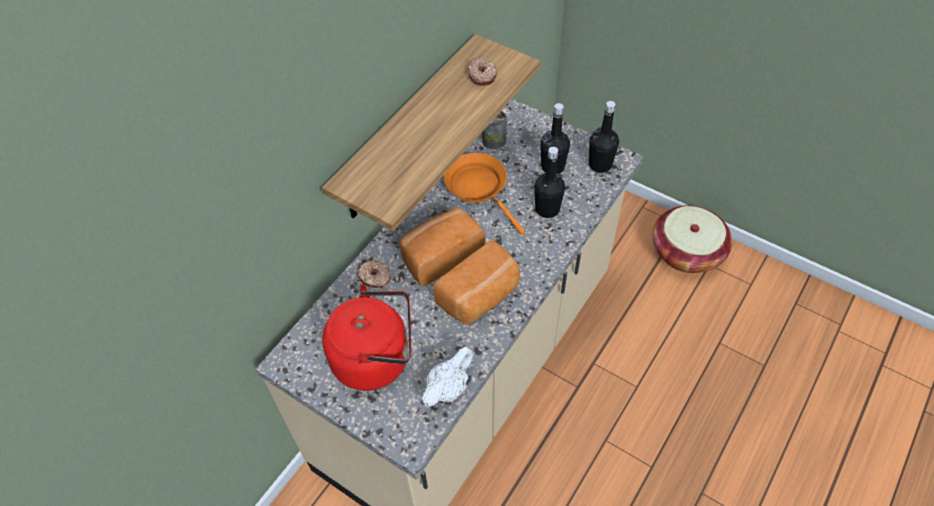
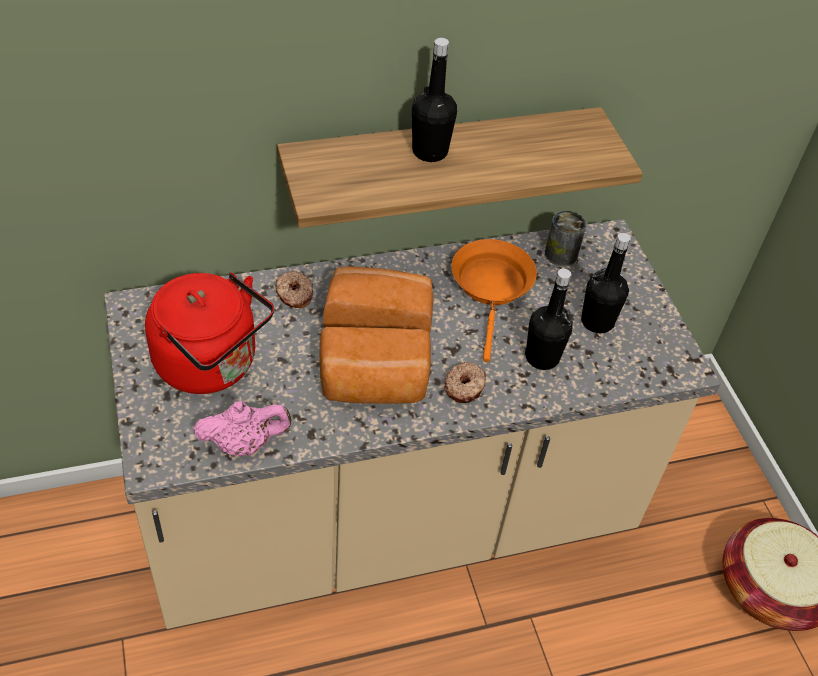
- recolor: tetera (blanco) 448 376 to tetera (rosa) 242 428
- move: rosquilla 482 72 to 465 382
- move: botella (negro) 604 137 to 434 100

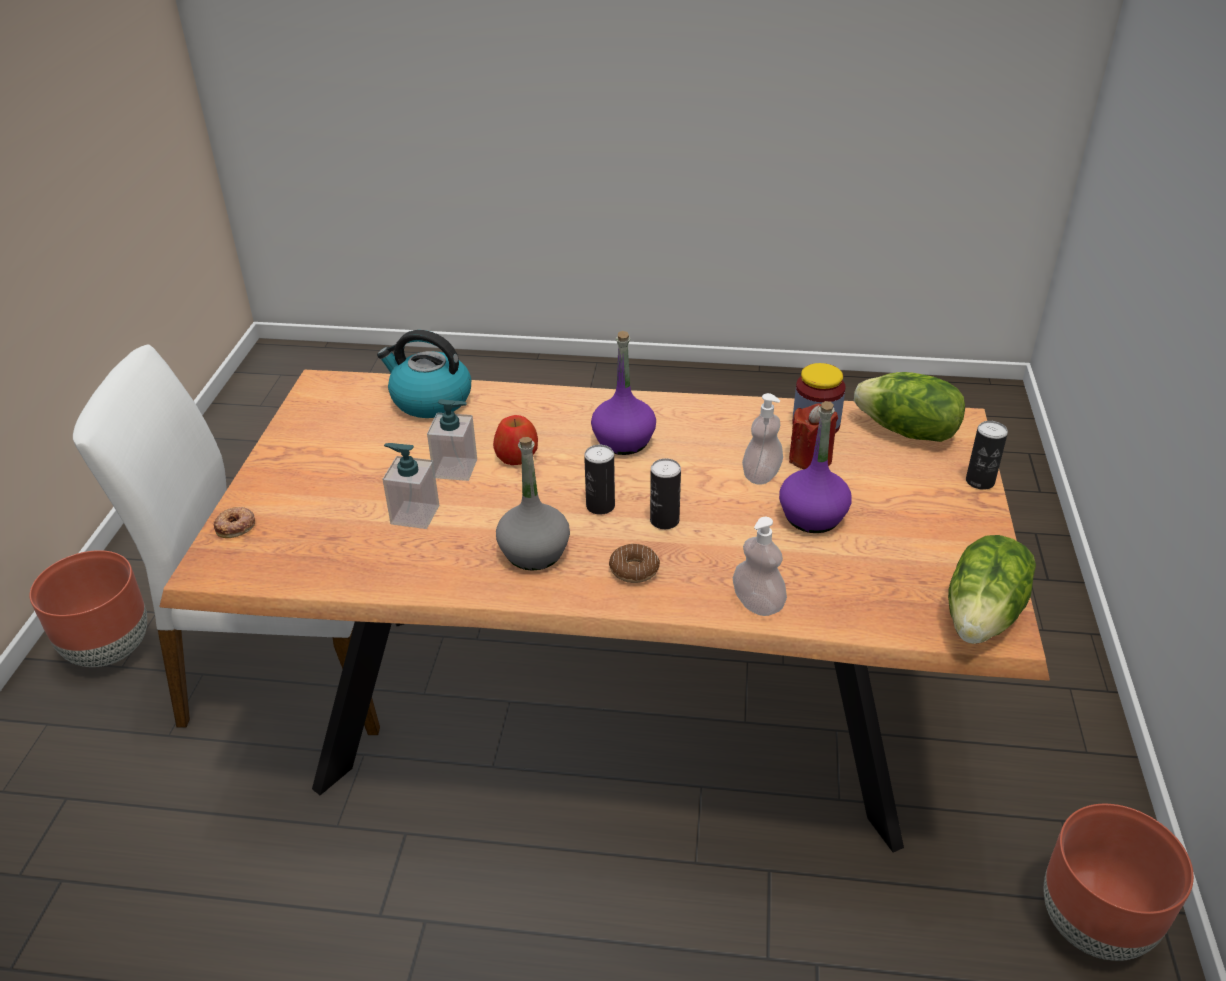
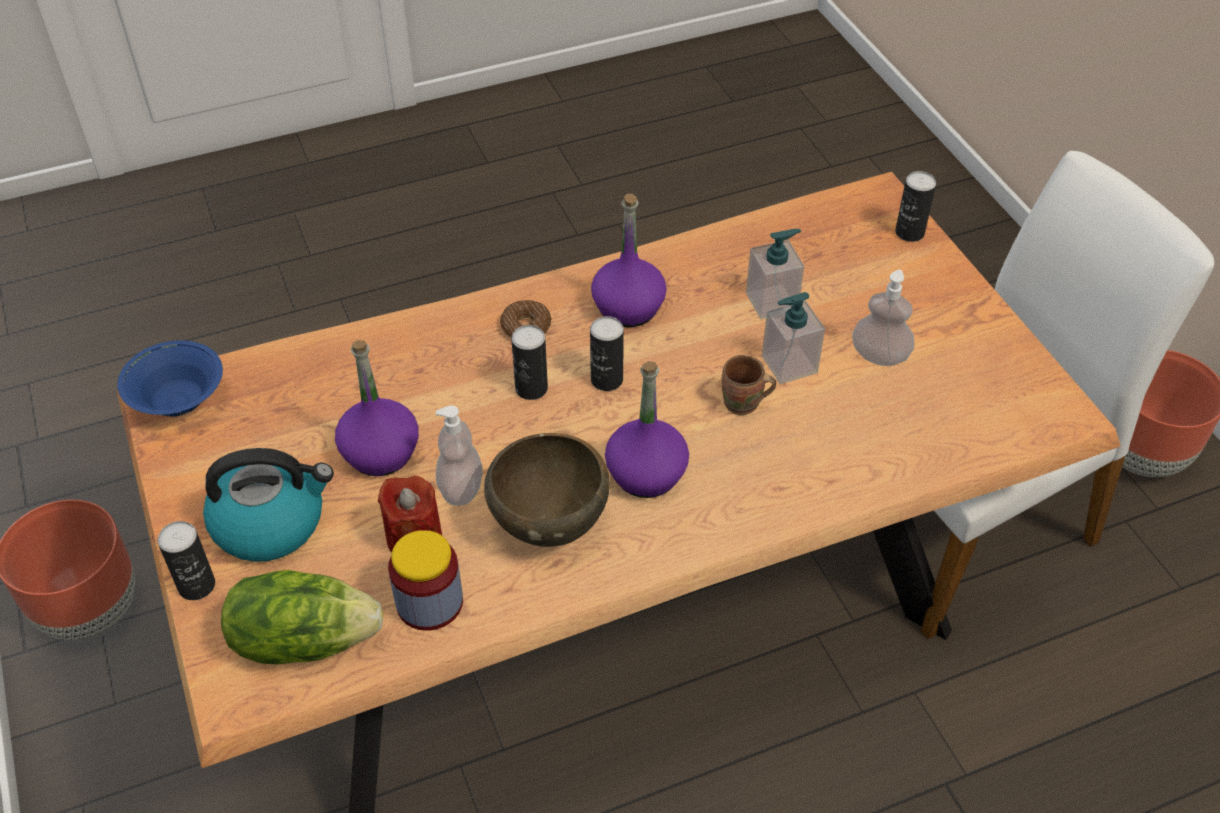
- replace: rosquilla 234 522 to lata 915 206
- move: hervidor 424 374 to 268 505
- replace: manzana 515 440 to taza grande (marrón) 748 385
- recolor: botella (gris) 533 504 to botella (morado) 629 260
- move: dispensador de jabón 760 566 to 883 317
- replace: lechuga 992 589 to cuenco (azul) 170 378
- insert: cuenco (marrón) 547 490

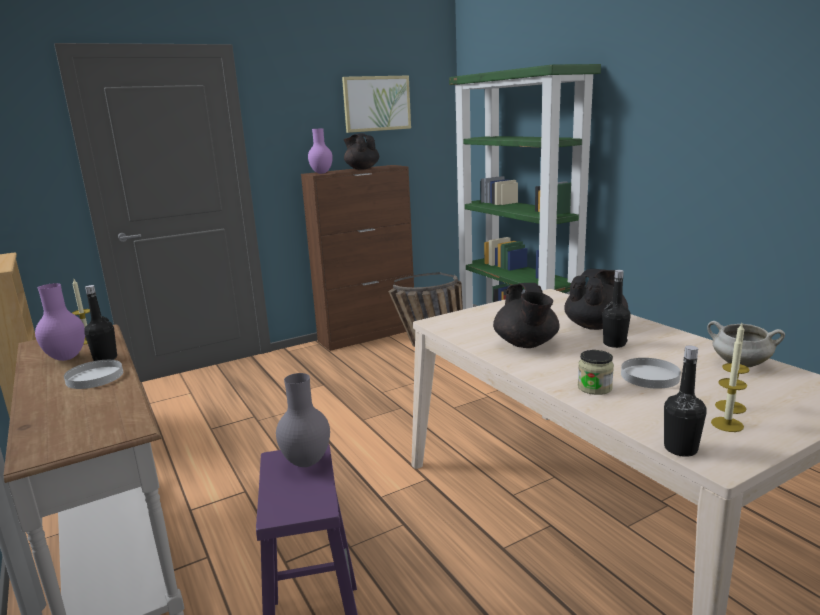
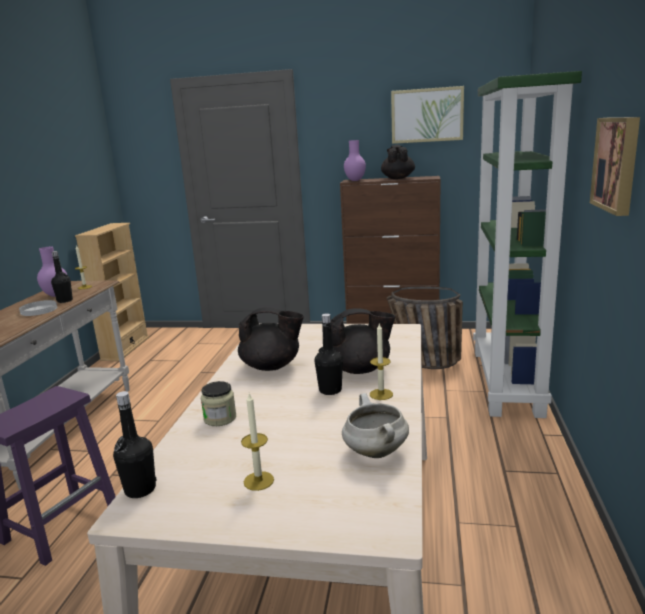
- delete: florero (gris) 303 420
- rotate: tetera (negro) 526 315 = 271 339 120 degrees counterclockwise
- delete: plato (blanco) 651 373
- move: vela 729 384 to 381 361
- insert: cuadro 615 166

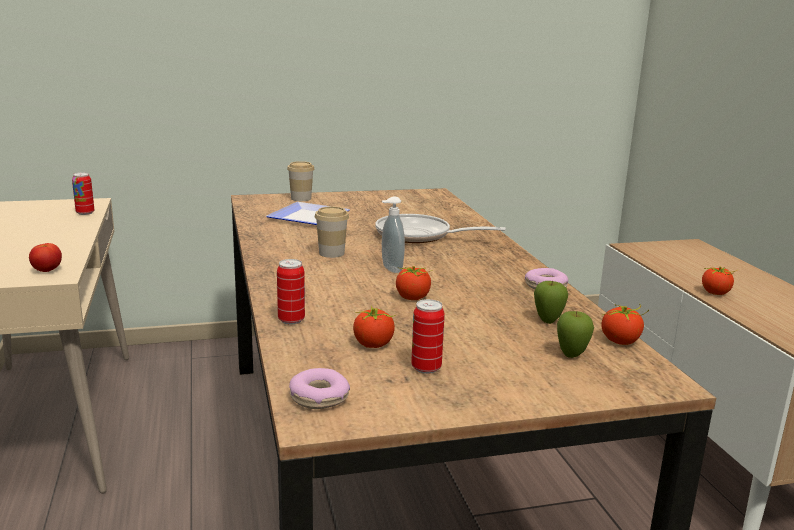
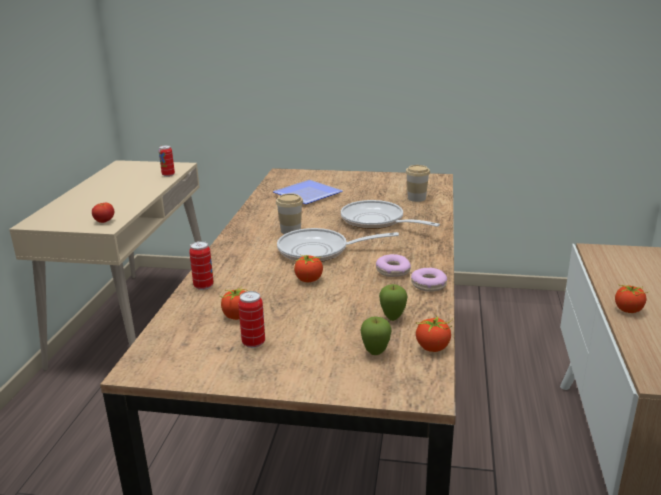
- move: taza 300 181 to 417 183
- move: rosquilla 319 388 to 393 265
- replace: dispensador de jabón 393 234 to sartén 338 245

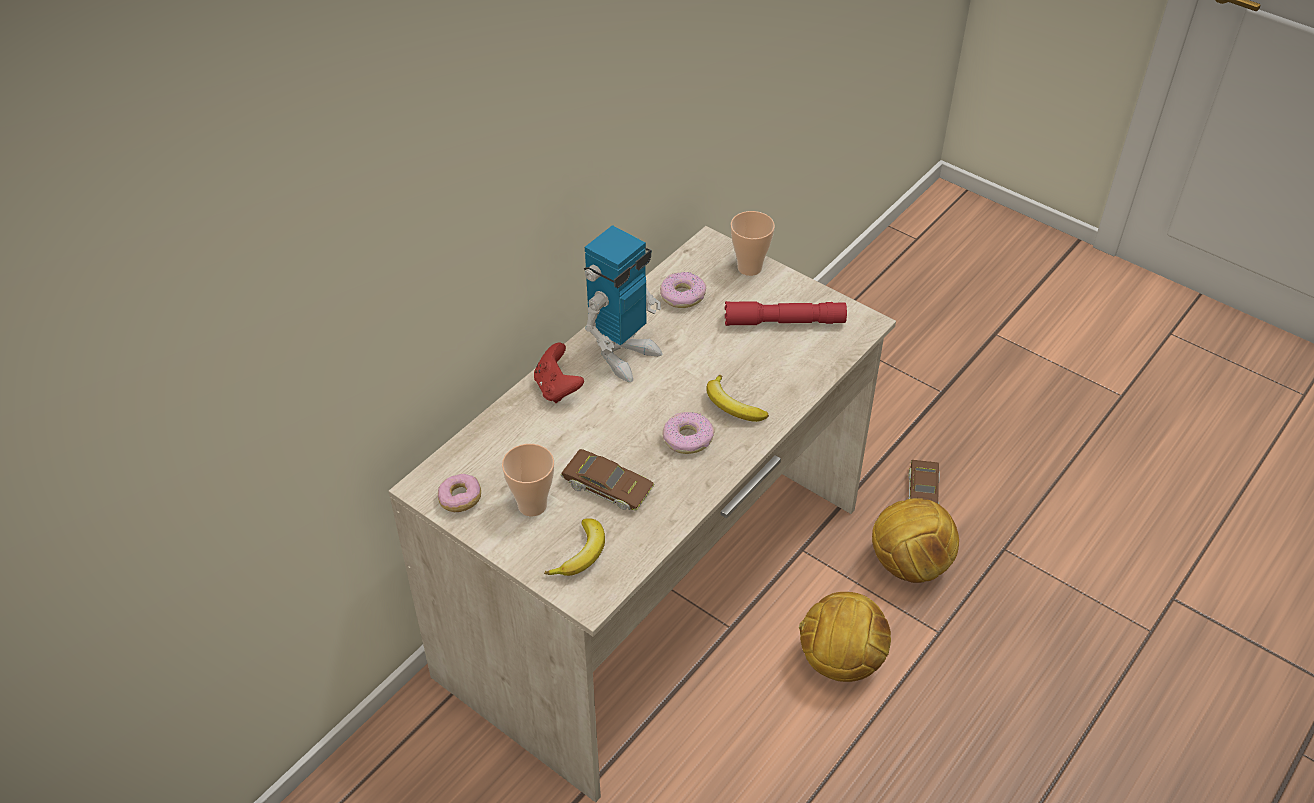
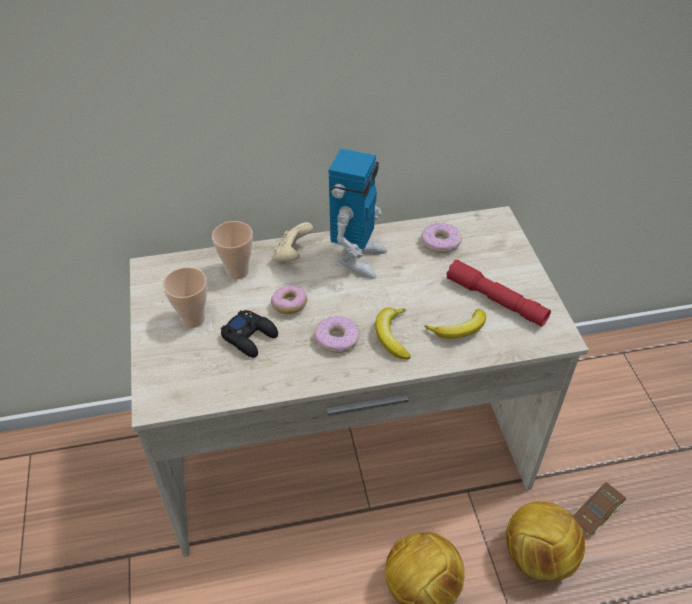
- move: rosquilla 459 493 to 289 300
- recolor: mando de consola (rojo) 559 373 to mando de consola (beis) 293 243
- move: plátano 574 547 to 455 324
- replace: coche de juguete (marrón) 608 479 to mando de consola (negro) 249 334
- rotate: robot de juguete 623 303 = 357 213 60 degrees counterclockwise
- move: taza 753 243 to 232 250

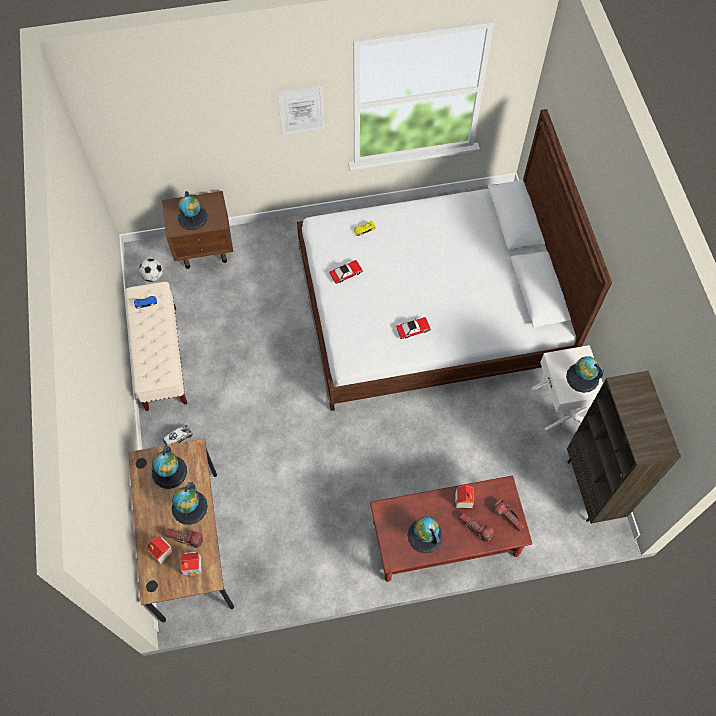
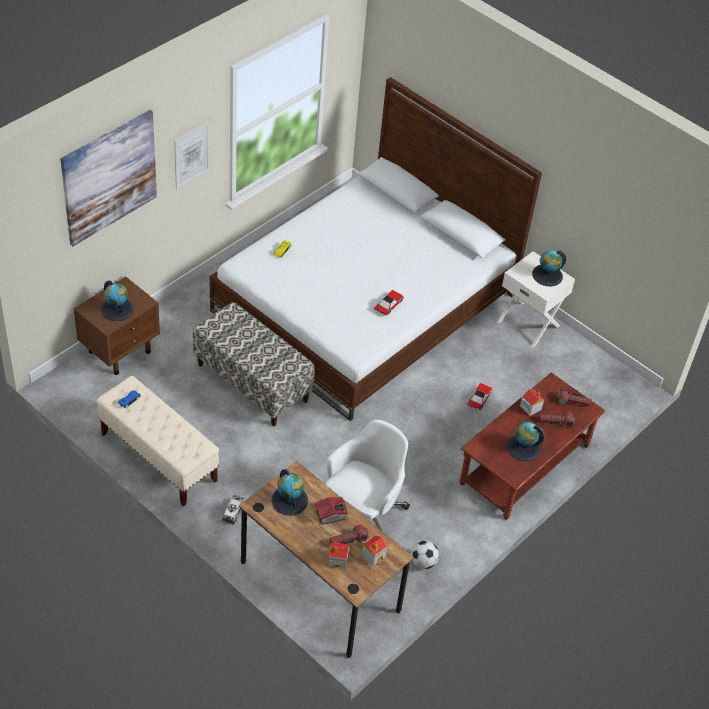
- move: balón de fútbol 151 270 to 425 554
- replace: globo terráqueo 189 503 to casita 331 511
- move: coche de juguete 346 272 to 480 397
- delete: estantería (marrón) 624 447
- insert: cuadro 108 178
- insert: banco 254 364
- insert: silla de oficina (blanco) 367 475

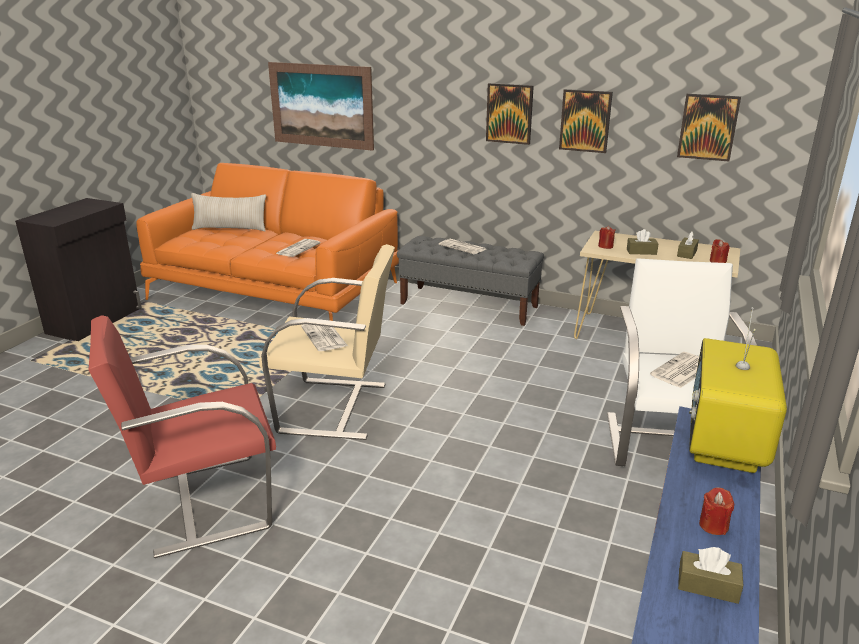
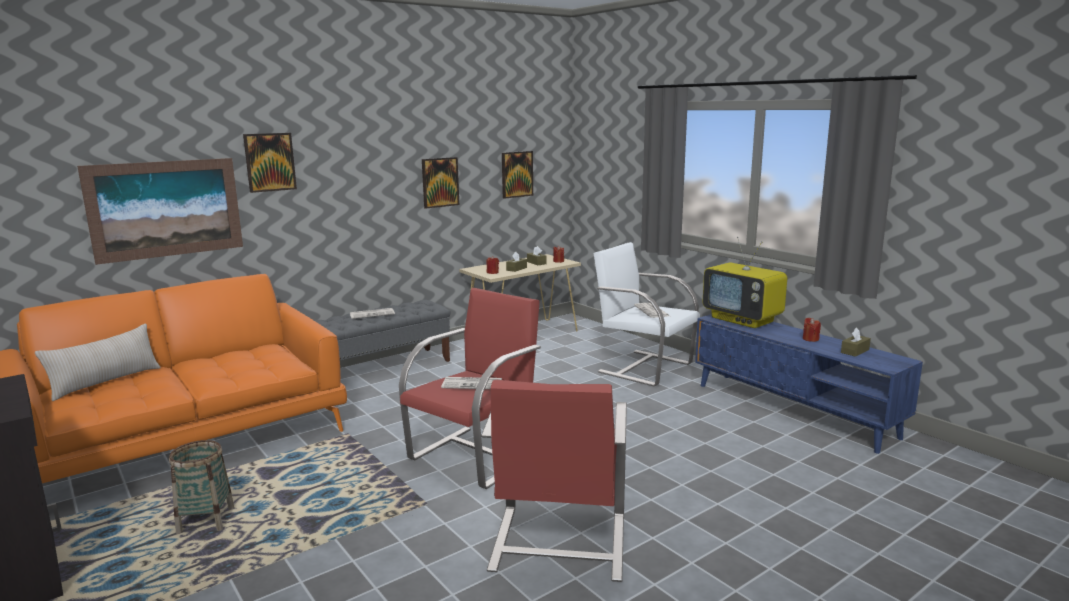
- recolor: sillón (beis) 327 342 to sillón (rojo) 470 388
- delete: periódico 298 248
- move: cuadro 510 114 to 270 163
- insert: cesta 202 487

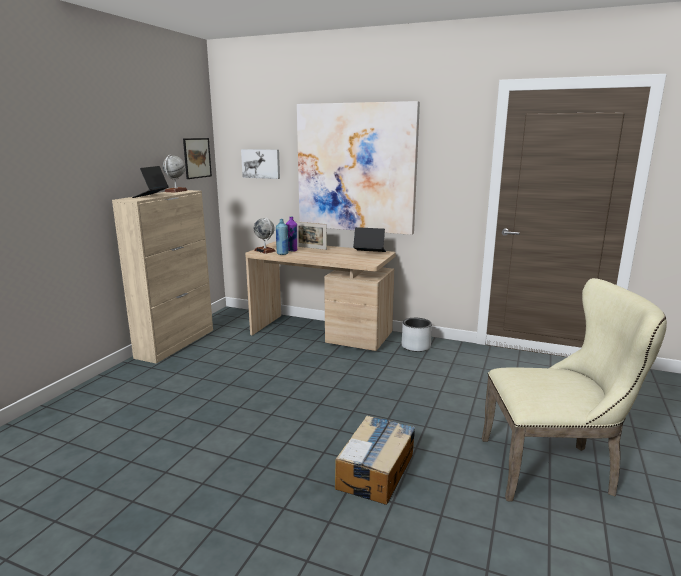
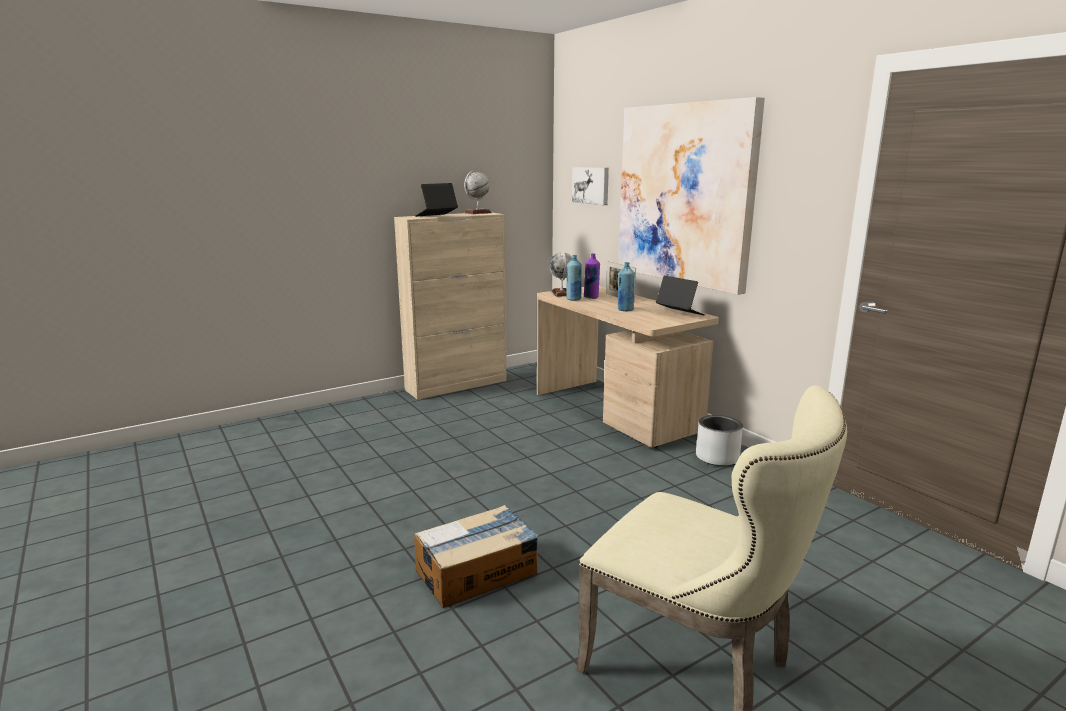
- delete: cuadro 197 158
- insert: botella (azul) 626 286

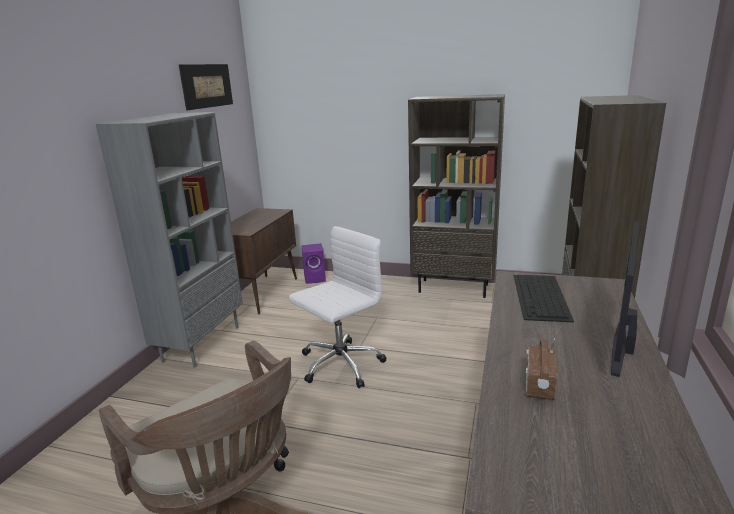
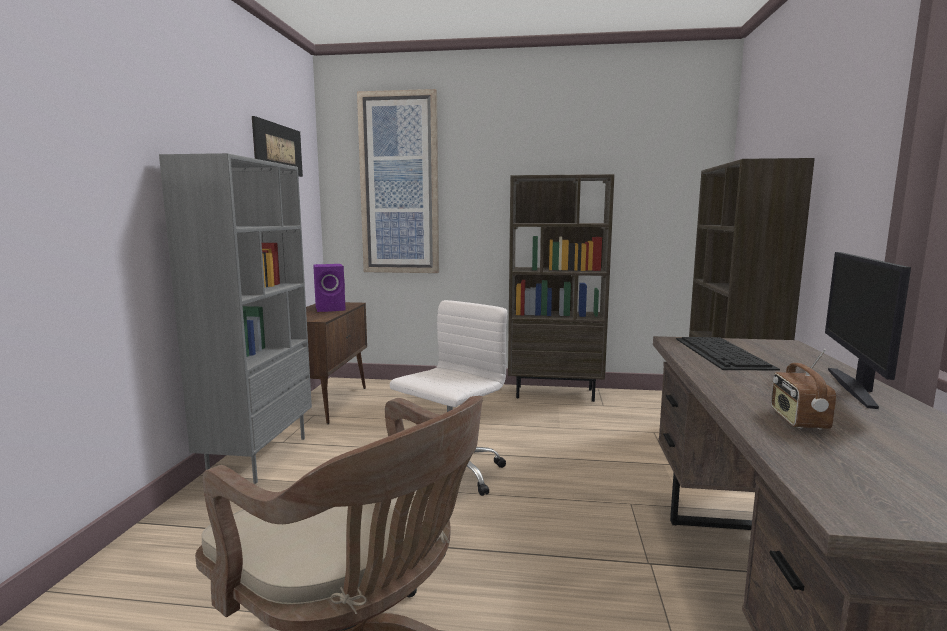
- move: altavoz (morado) 313 263 to 329 288
- insert: cuadro 398 181

